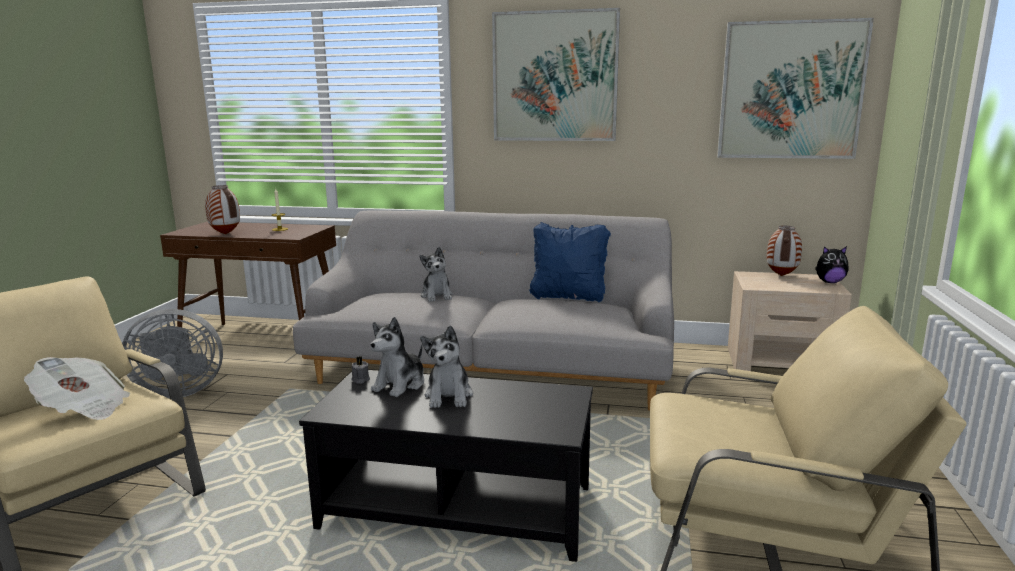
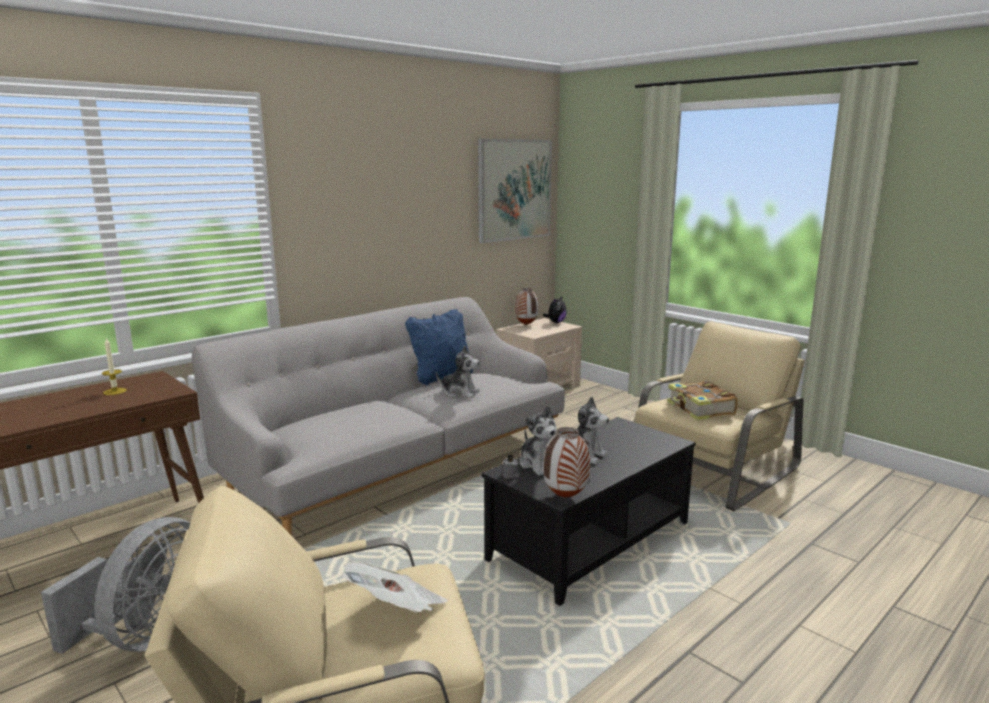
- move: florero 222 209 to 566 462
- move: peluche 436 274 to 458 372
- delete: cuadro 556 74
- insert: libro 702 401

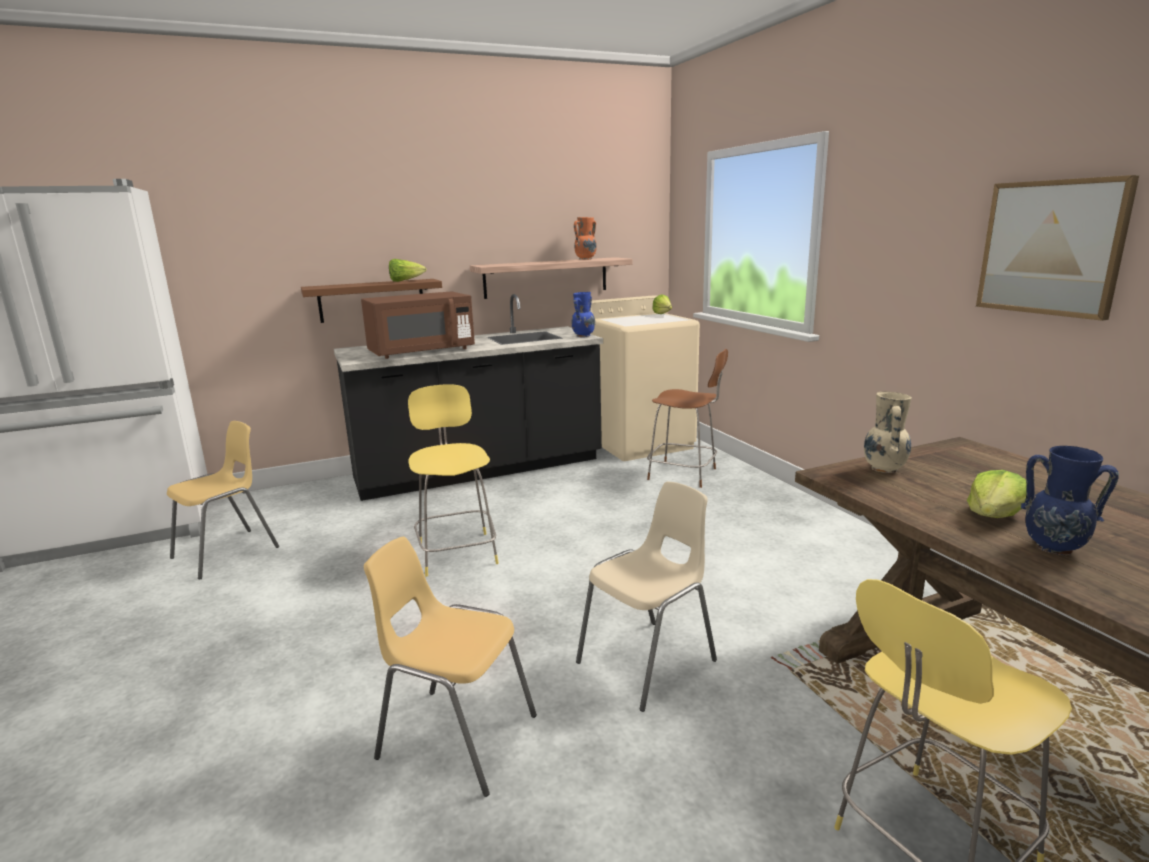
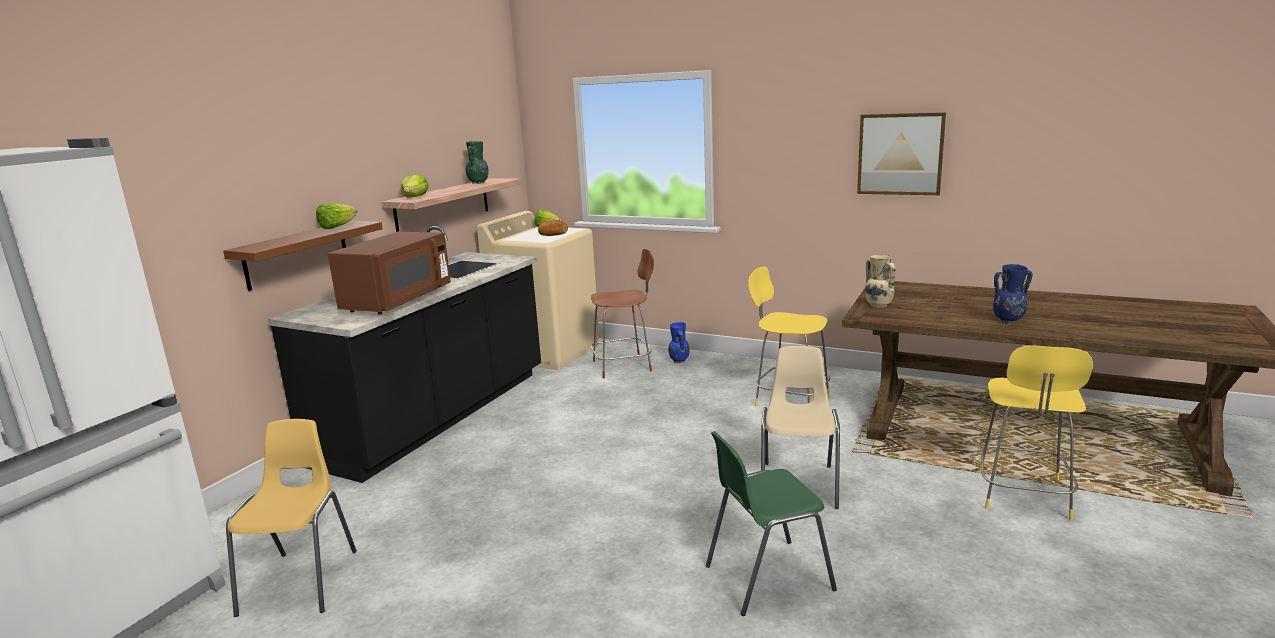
- recolor: silla (amarillo) 450 667 to silla (verde) 771 523
- move: taburete (amarillo) 453 480 to 789 336
- move: florero (azul) 583 314 to 679 342
- recolor: florero (naranja) 585 238 to florero (verde) 477 162
- move: lechuga 997 494 to 415 186
- insert: pan 553 228

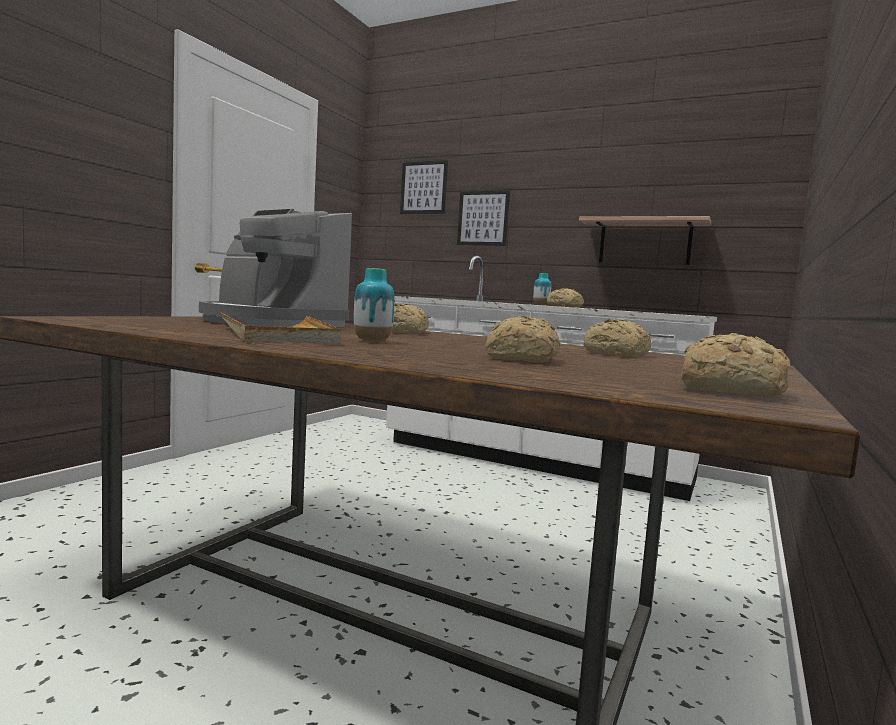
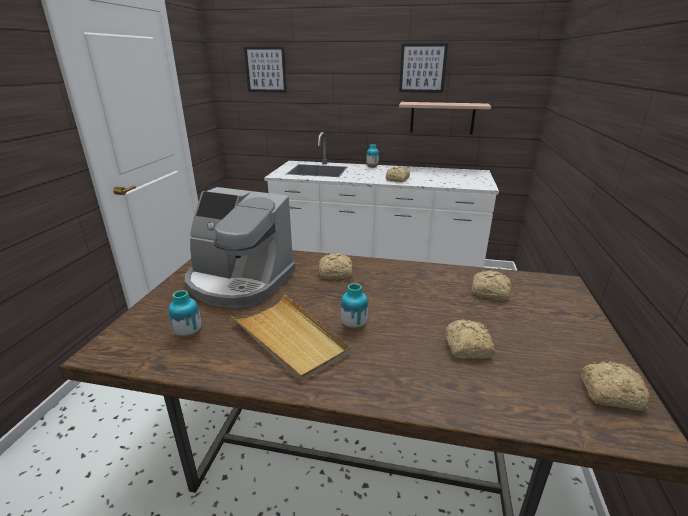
- move: cuadro 483 218 to 423 68
- insert: florero 185 315

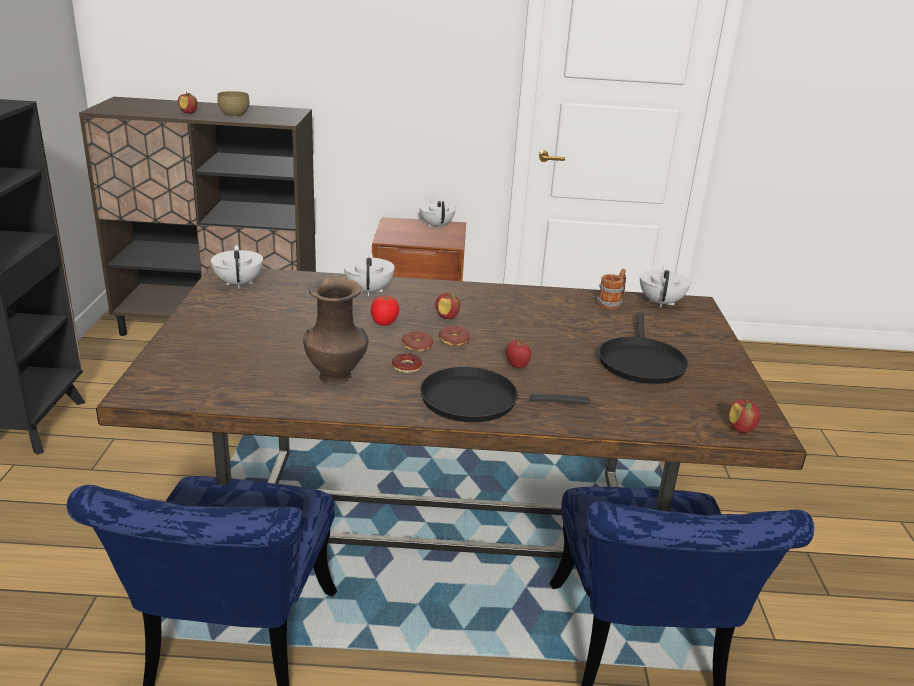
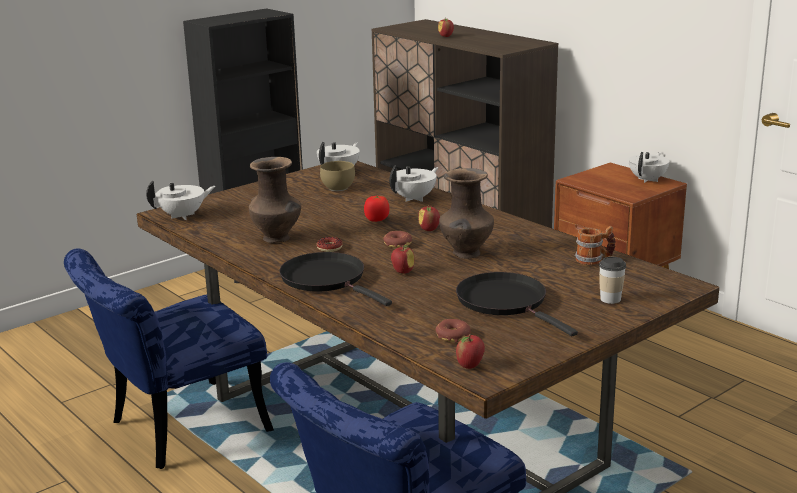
- move: cuenco (marrón) 233 104 to 337 176
- move: rosquilla 418 341 to 453 331
- rotate: sartén (negro) 643 348 = 517 304 90 degrees clockwise
- move: tetera (blanco) 665 286 to 180 200
- insert: florero (marrón) 466 213
- insert: taza 612 280

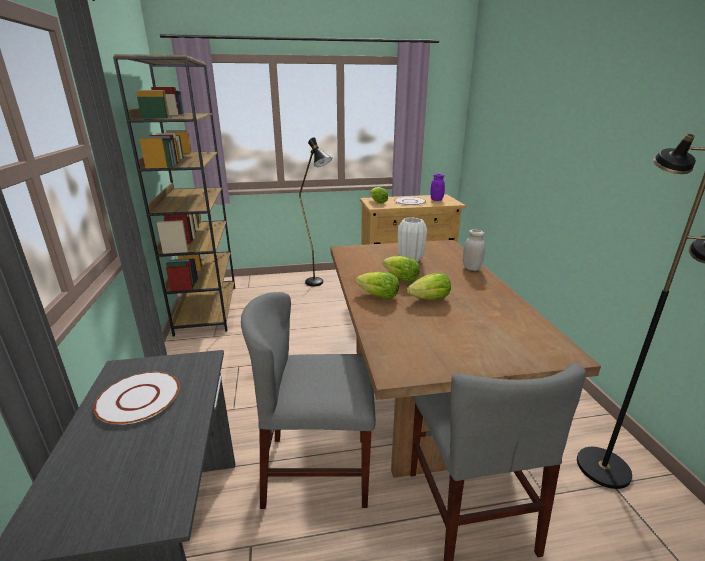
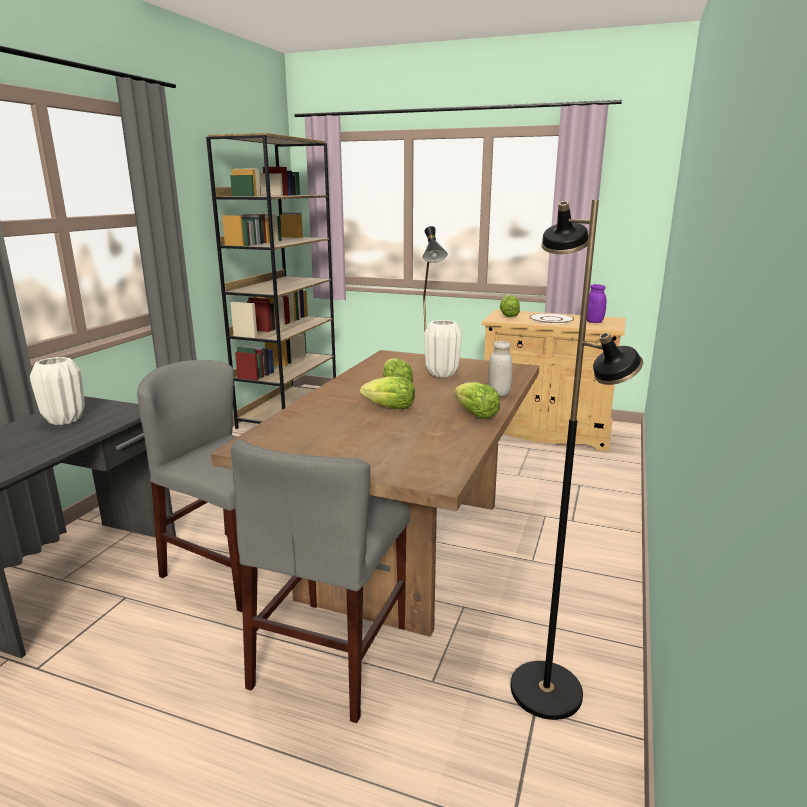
- replace: plato (blanco) 136 398 to florero (blanco) 57 391
- move: lechuga 377 285 to 477 400

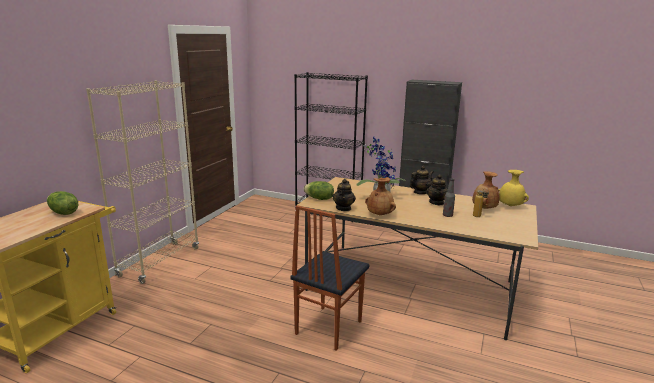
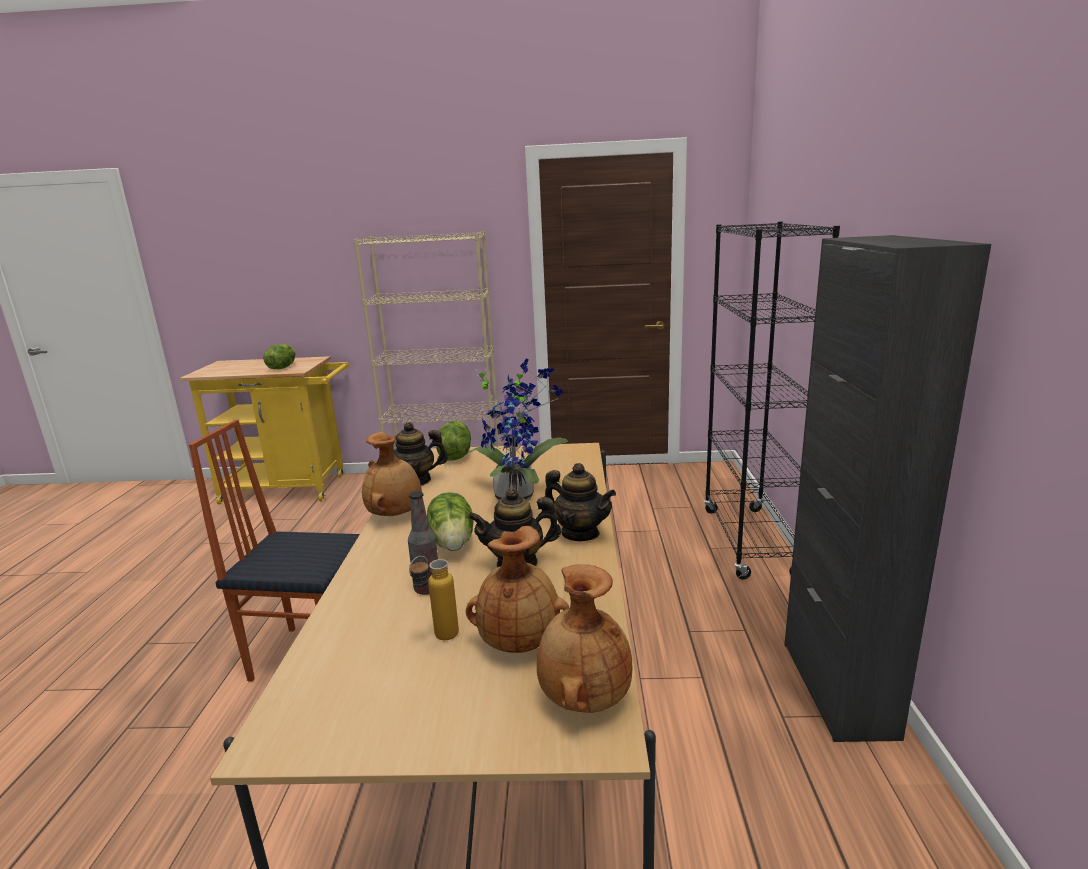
- recolor: florero (amarillo) 513 188 to florero (marrón) 584 638
- insert: lechuga 450 521

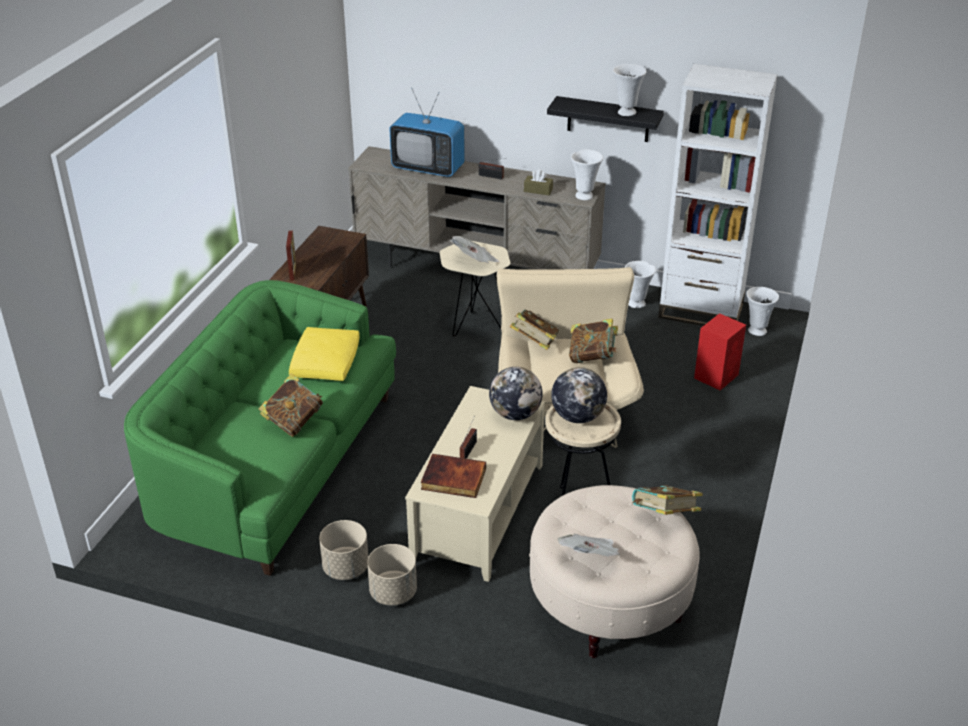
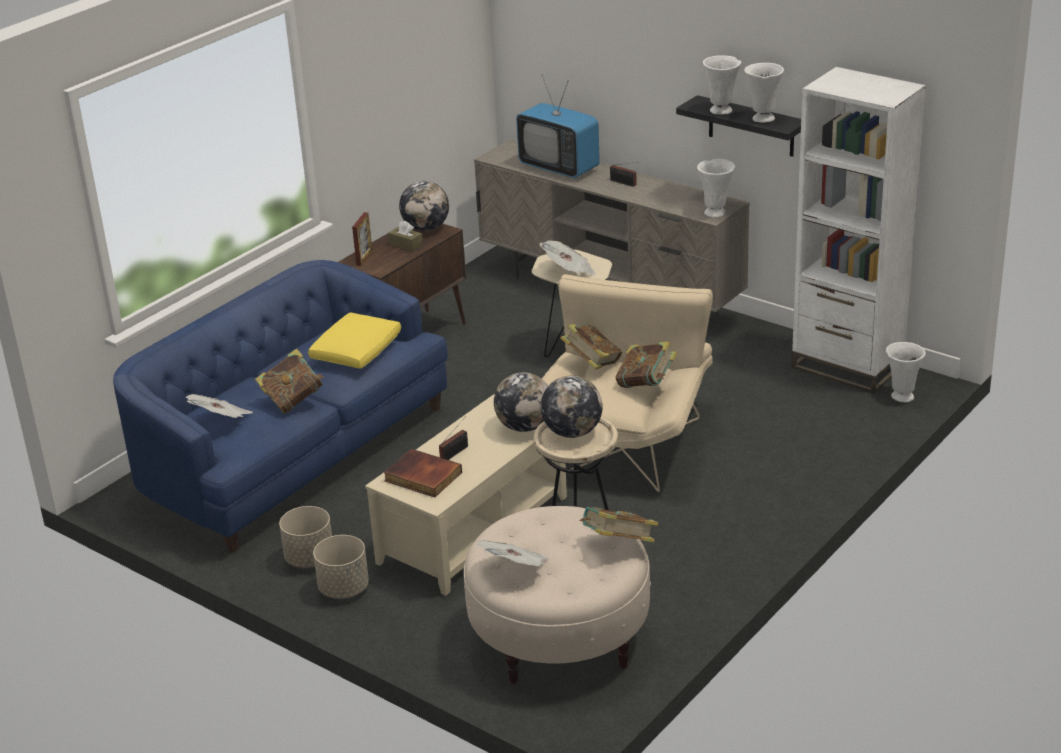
- recolor: sofá (verde) 260 428 to sofá (azul) 280 406
- move: caja de pañuelos (marrón) 538 182 to 405 236
- move: florero (blanco) 640 284 to 722 85
- delete: altavoz (rojo) 720 351
- insert: periódico 219 406
- insert: globo terráqueo 424 206

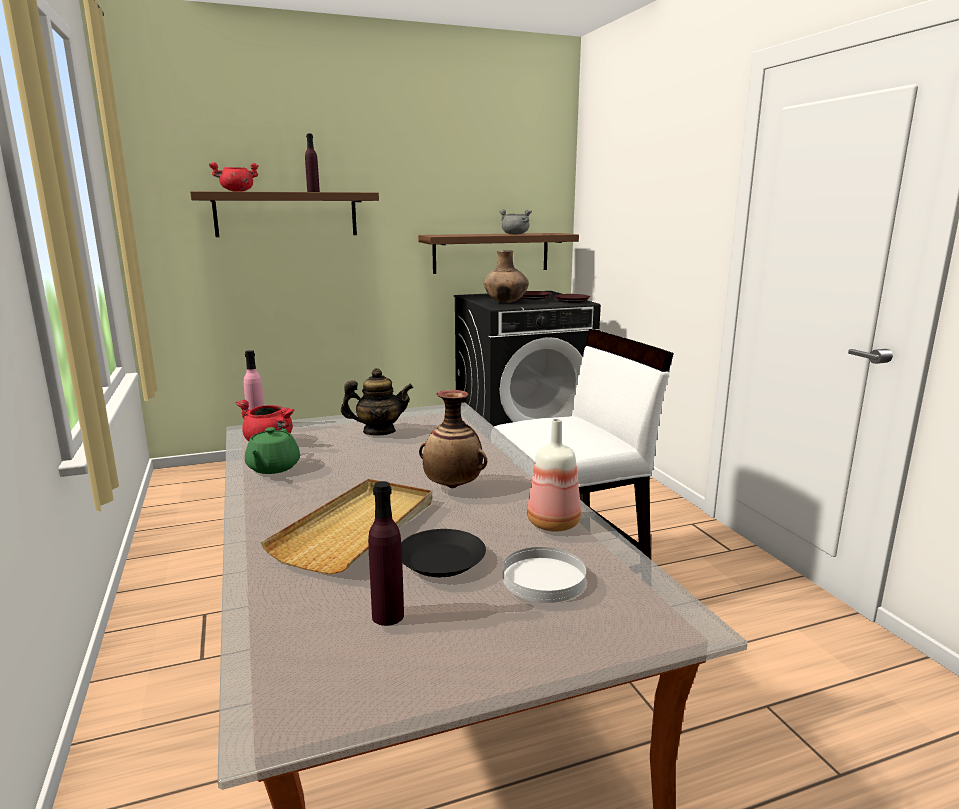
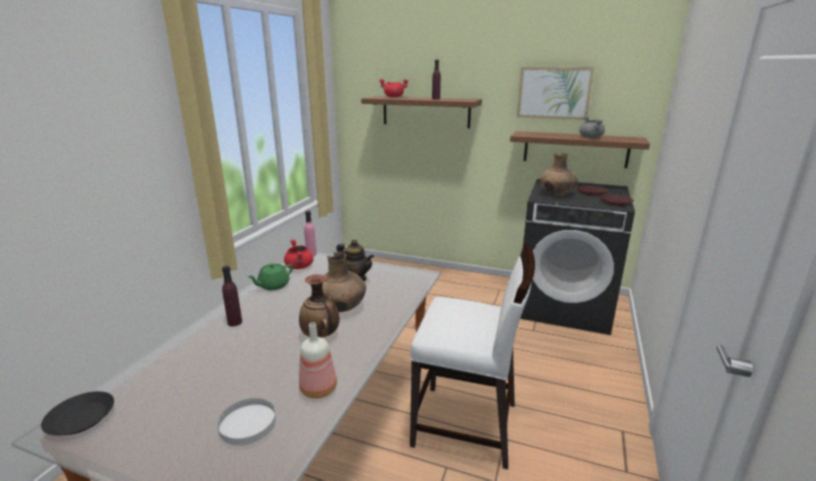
- delete: bandeja (beis) 346 527
- move: botella (morado) 386 553 to 232 296
- move: plato (negro) 443 553 to 77 413
- insert: florero (marrón) 344 282
- insert: cuadro 555 93

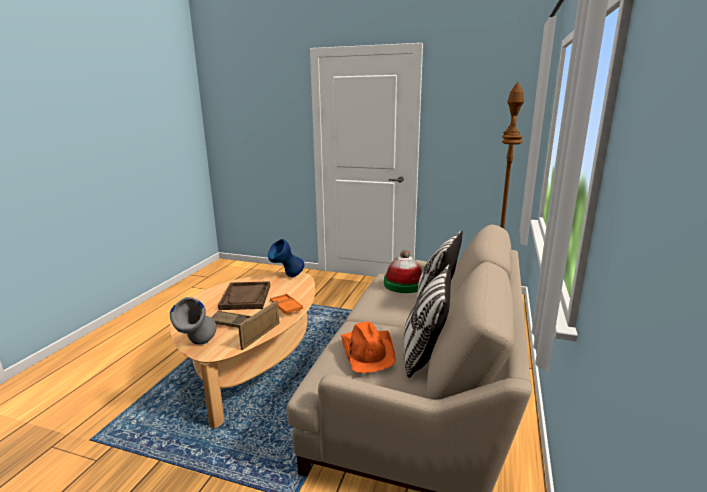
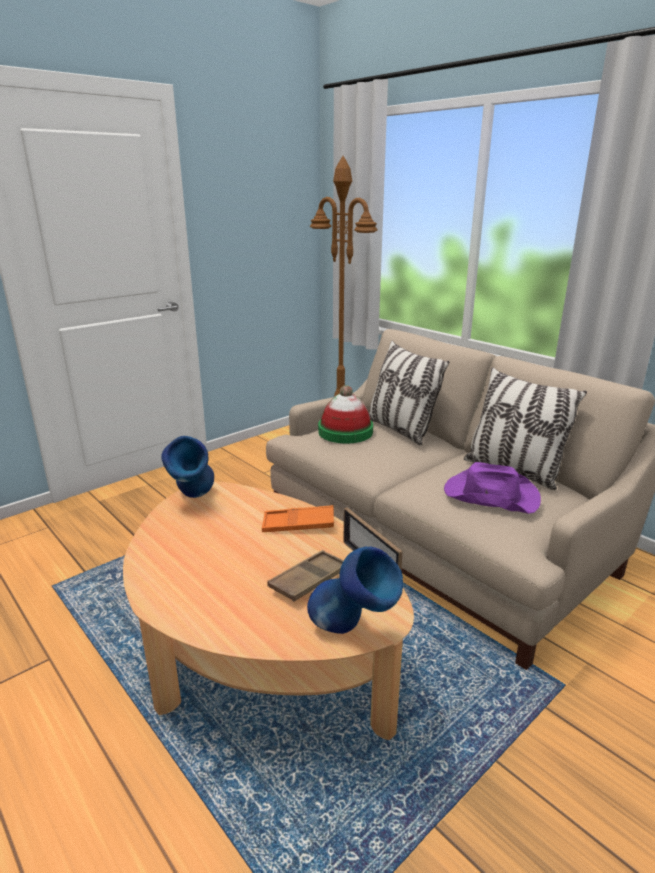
- recolor: florero (gris) 193 321 to florero (azul) 355 590
- delete: bandeja (marrón) 244 295
- recolor: sombrero (naranja) 368 347 to sombrero (morado) 492 488

